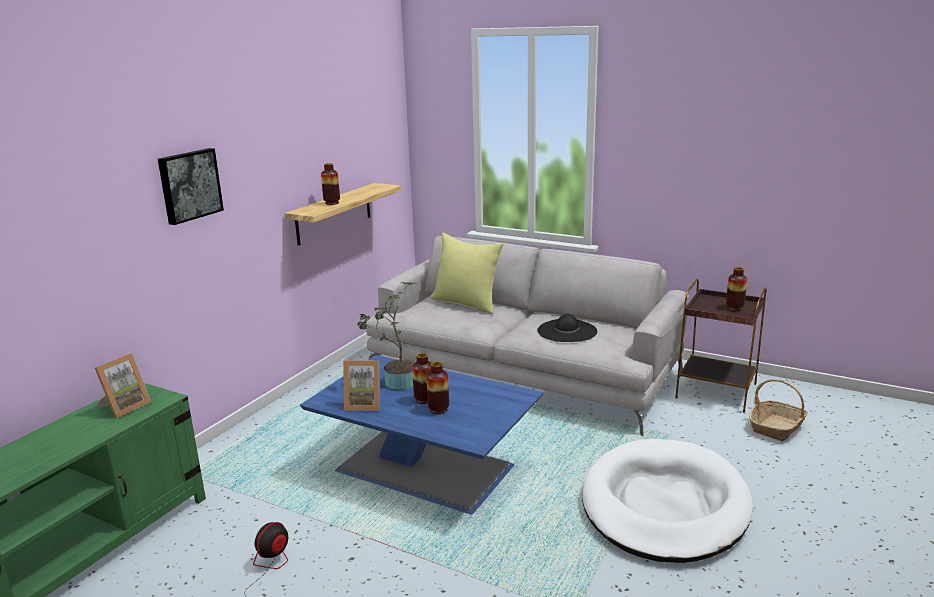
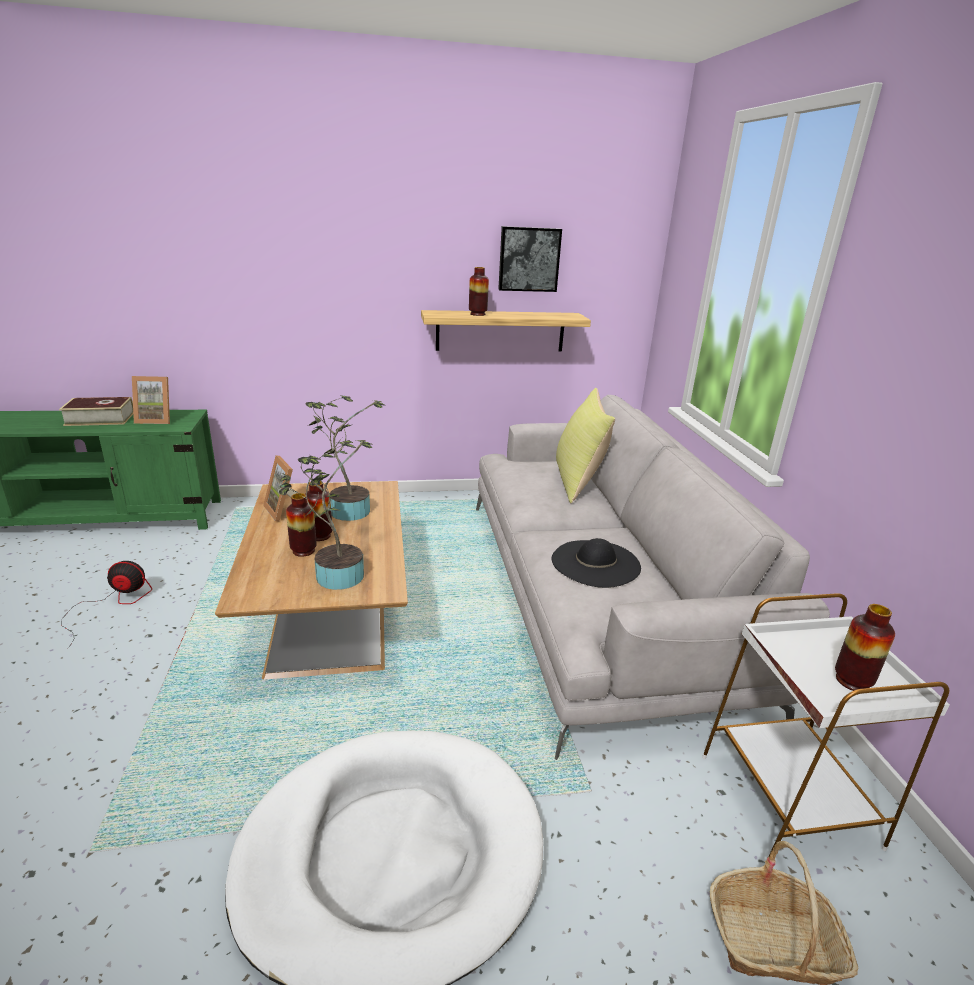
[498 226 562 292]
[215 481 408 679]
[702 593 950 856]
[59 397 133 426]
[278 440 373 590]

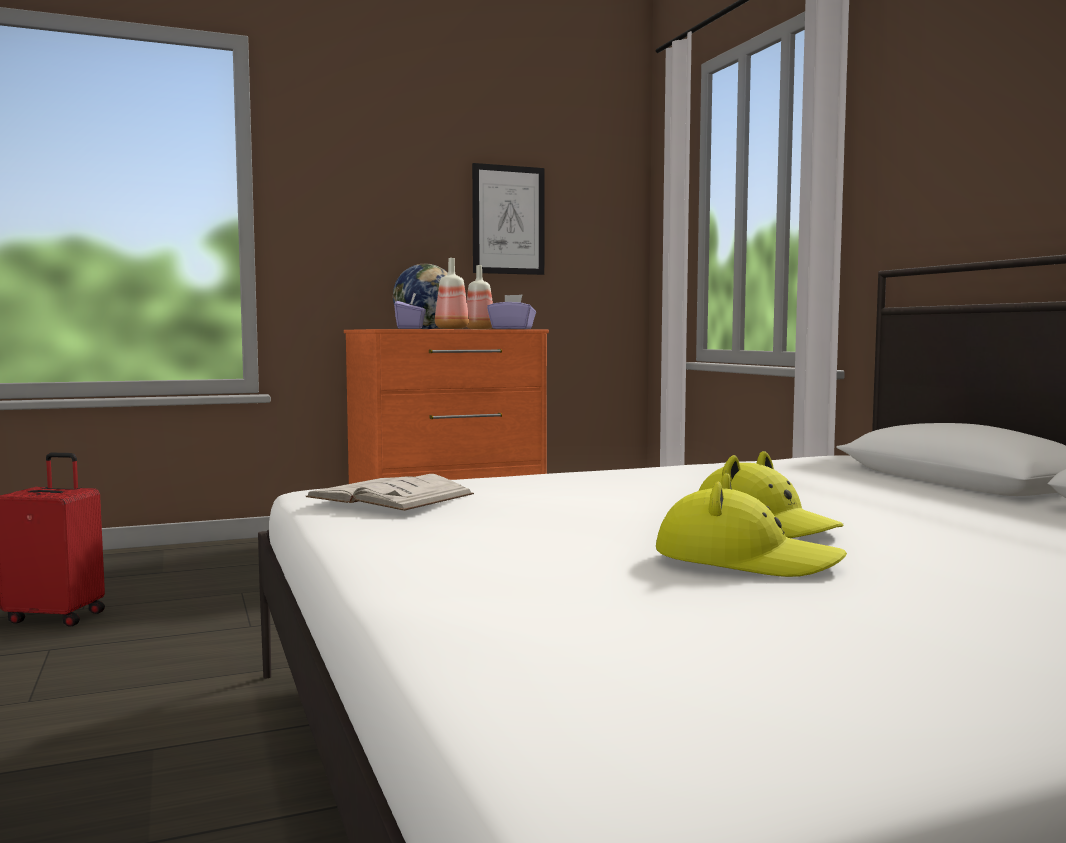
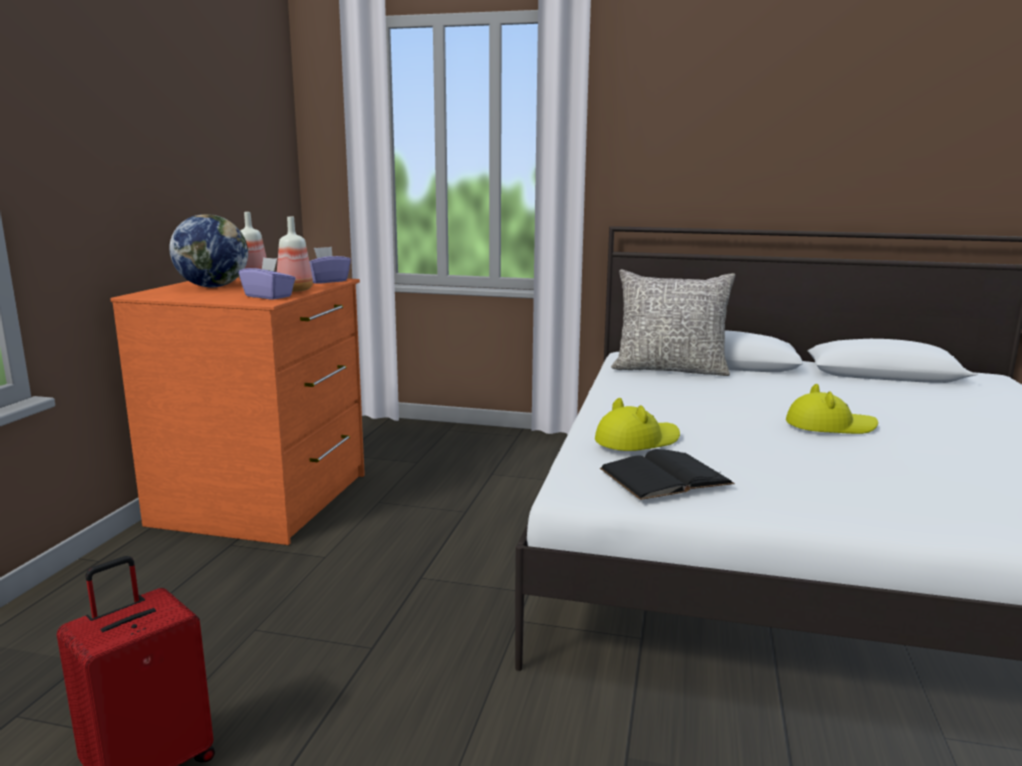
[600 449 735 500]
[472 163 545 275] (first image)
[595 398 680 451]
[611 269 736 376]

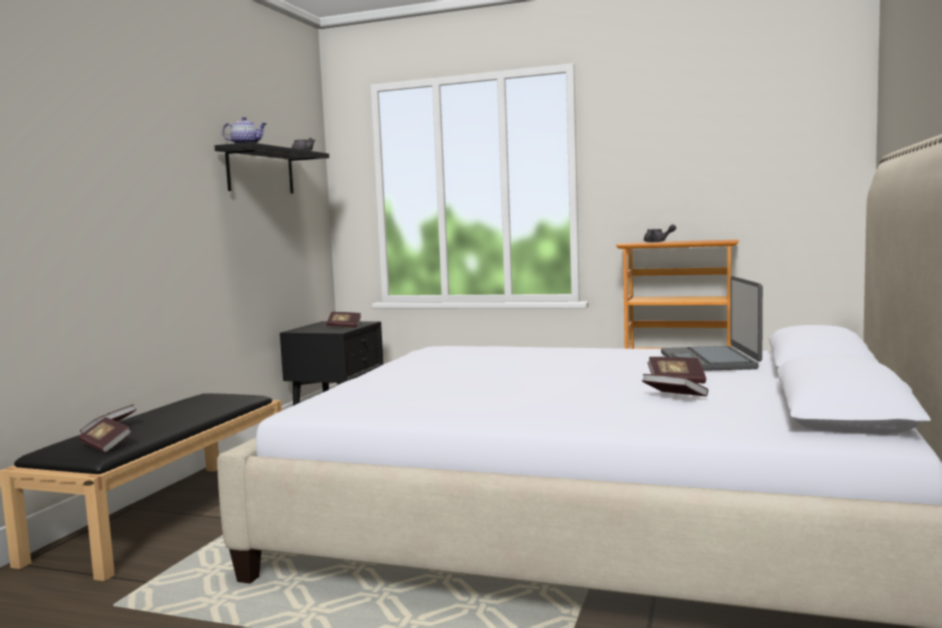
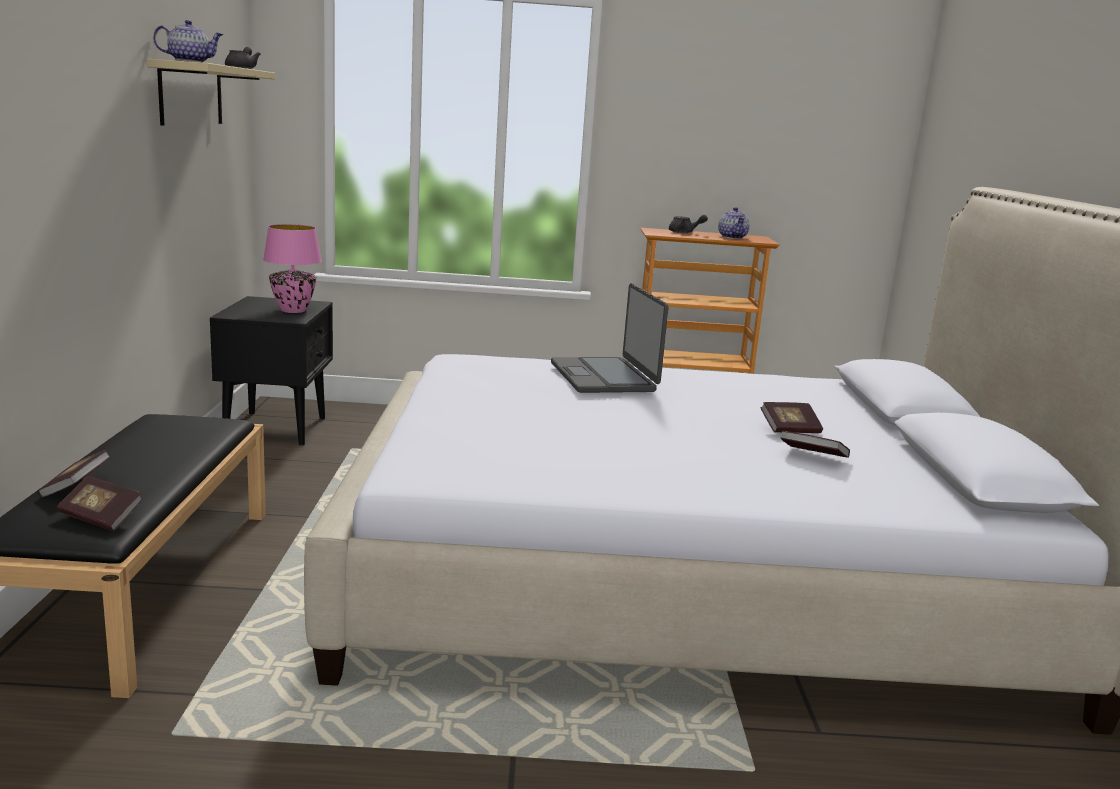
[147 59 275 125]
[263 224 322 313]
[551 283 669 393]
[718 207 750 239]

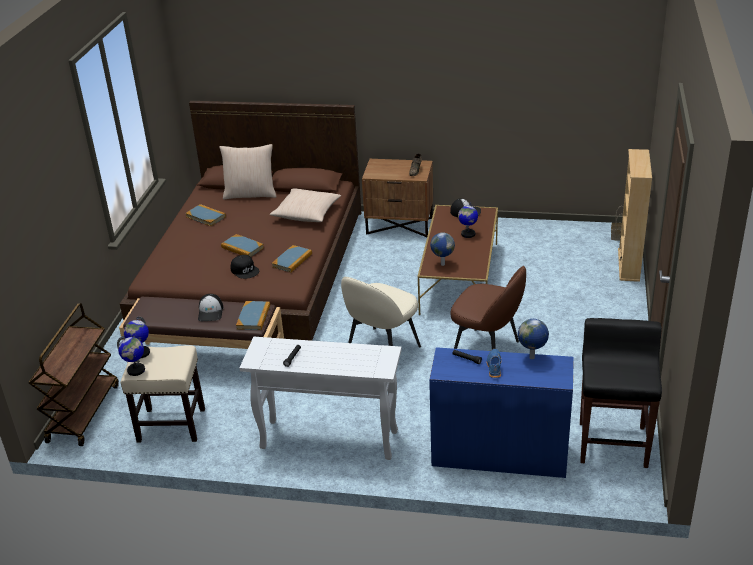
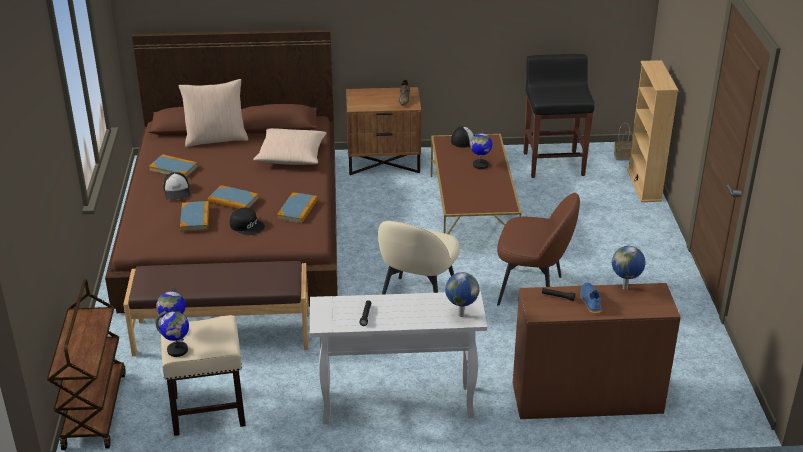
[163 172 190 200]
[180 201 209 231]
[513 283 681 419]
[445 272 479 317]
[523 54 595 178]

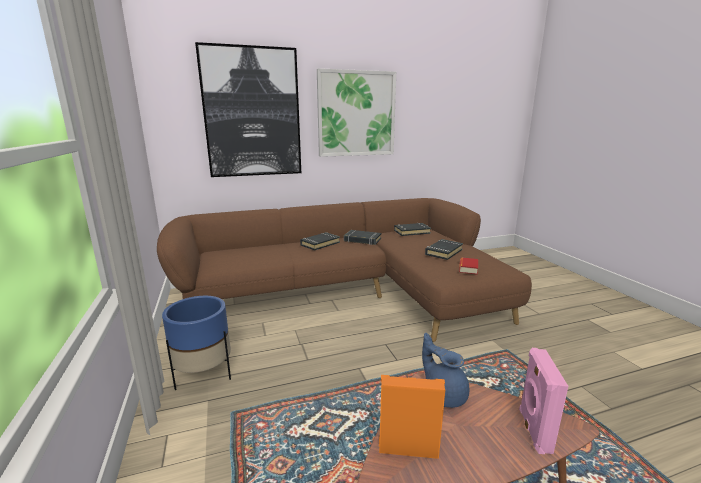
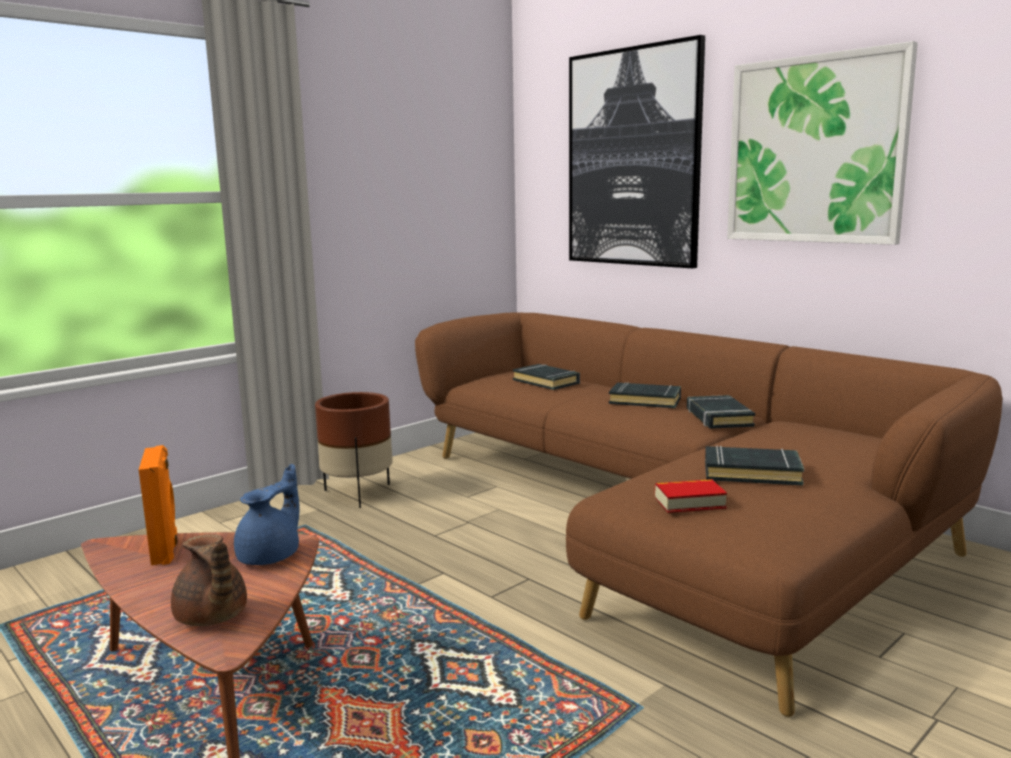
[315 392 393 508]
[513 364 580 390]
[171 534 247 626]

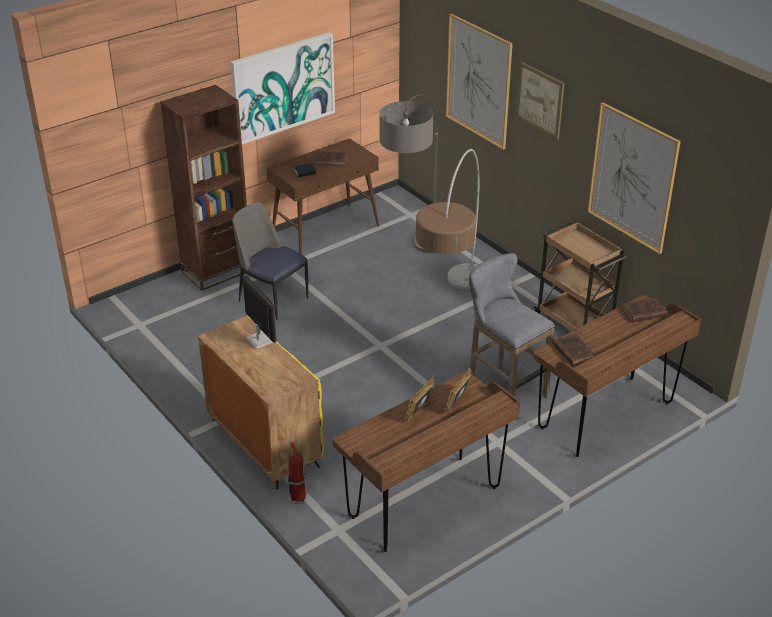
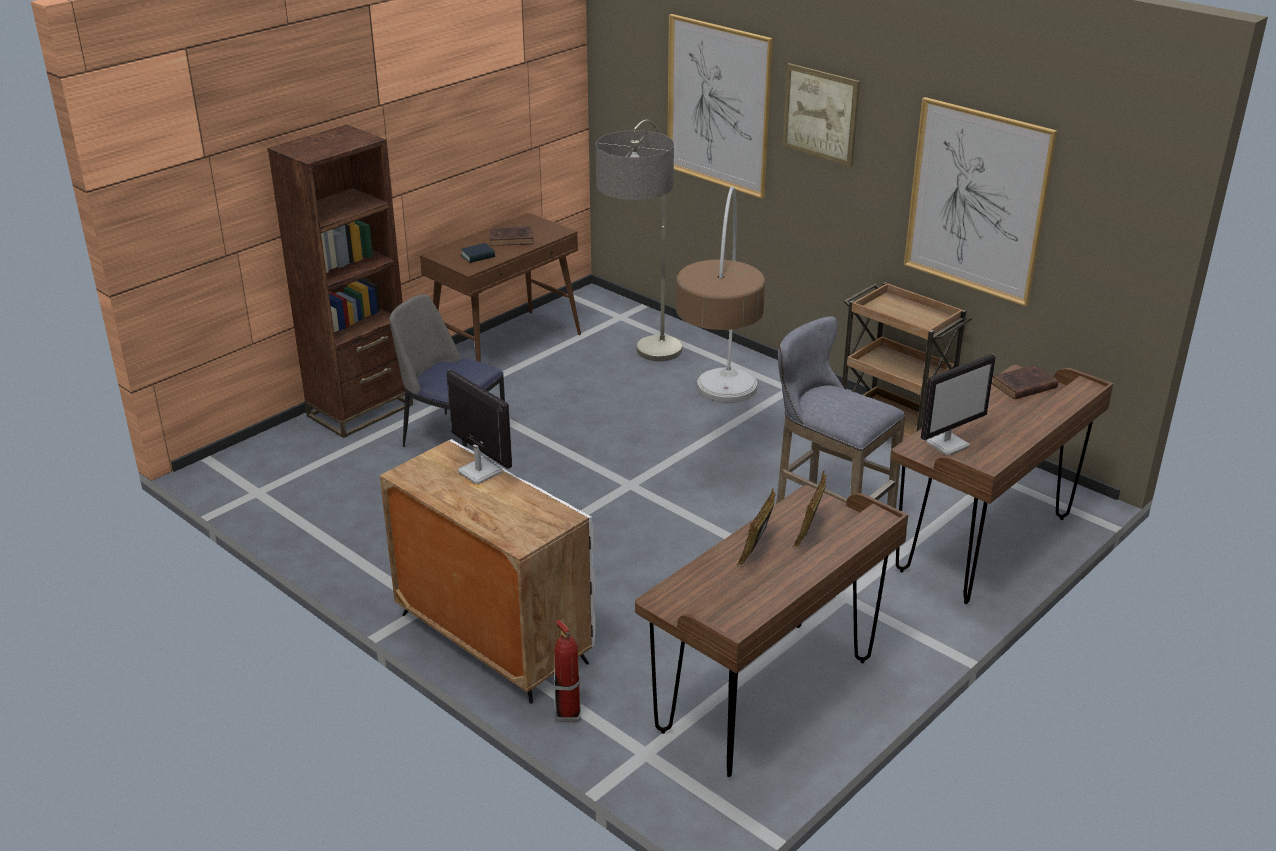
[380 439 595 704]
[230 32 335 144] (first image)
[921 354 996 455]

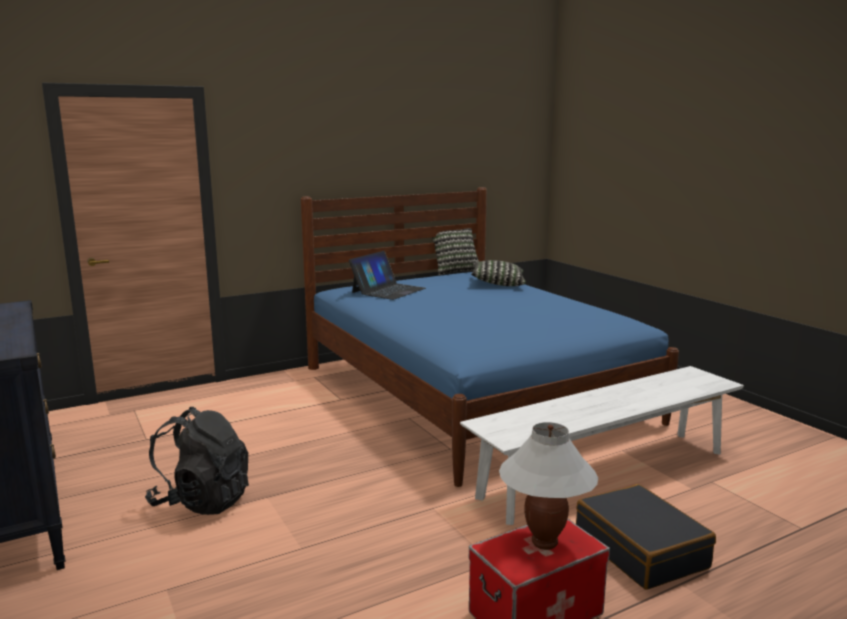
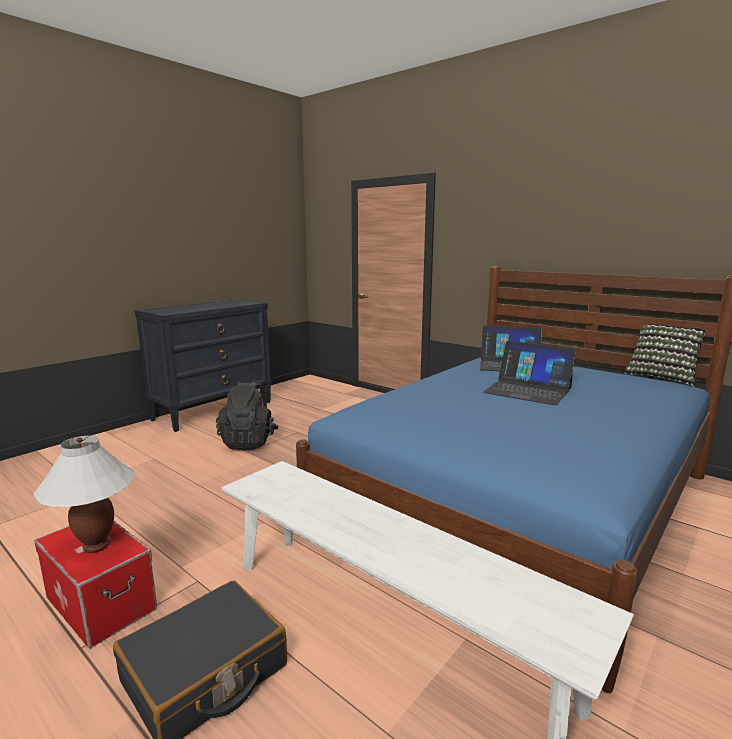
[471 260 526 286] (first image)
[483 341 576 405]

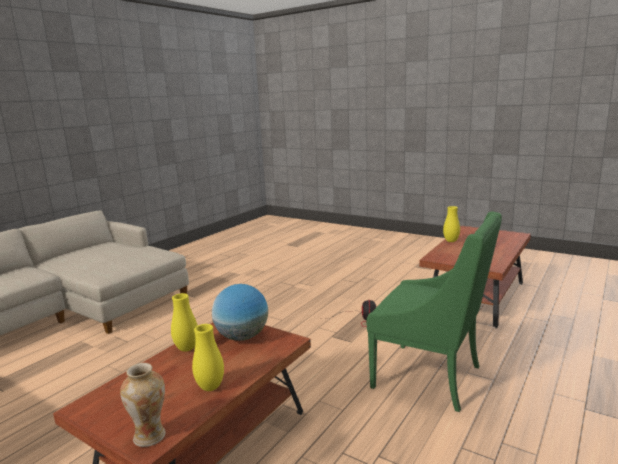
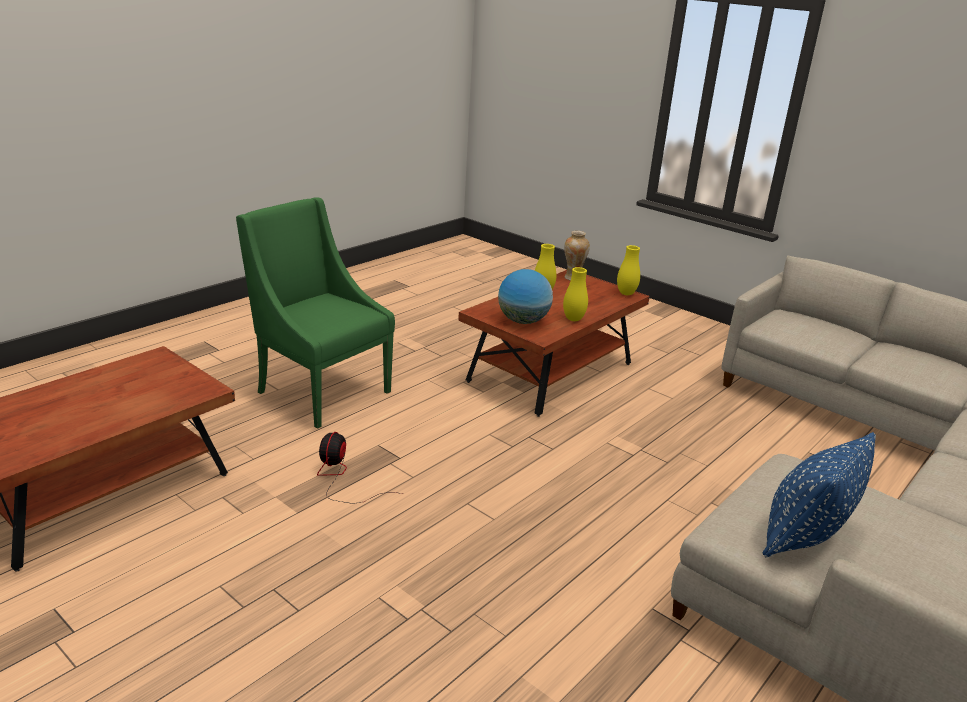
[617 245 640 295]
[763 432 876 558]

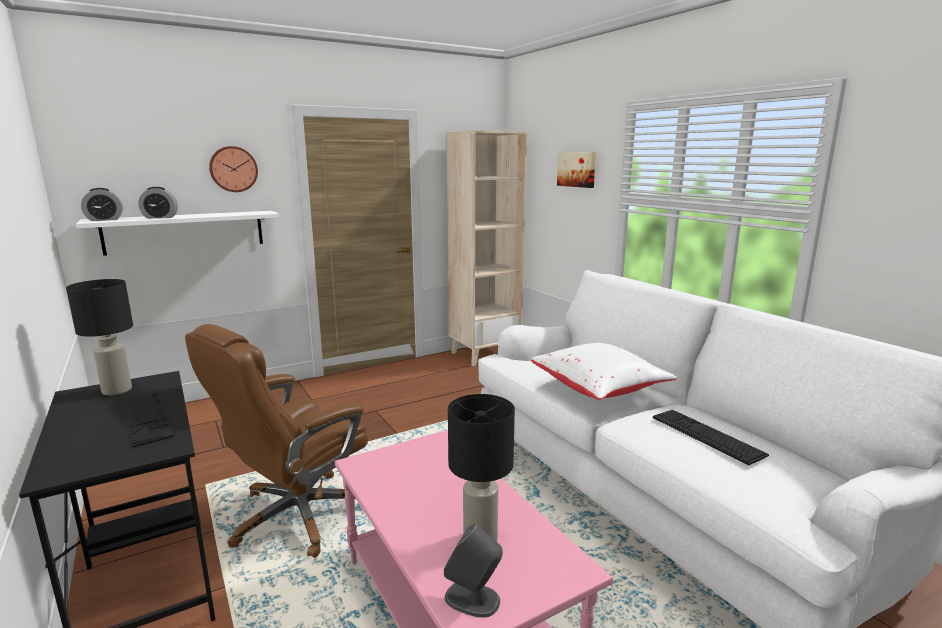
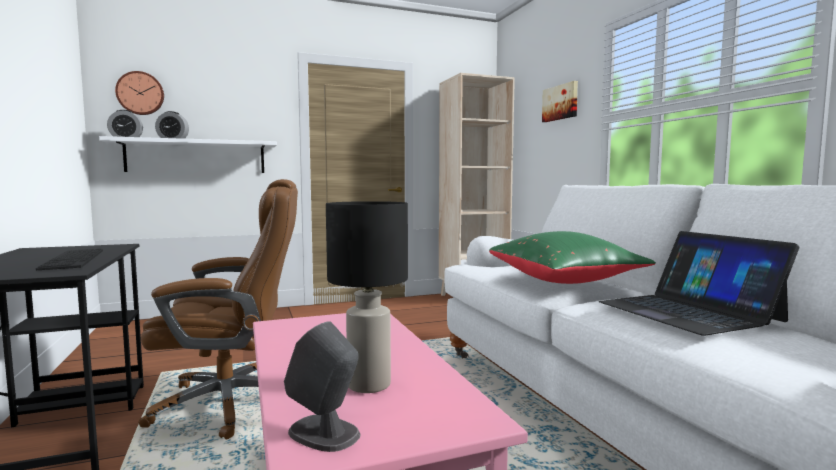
[66 279 133 395] (first image)
[139 179 298 439]
[115 71 164 115]
[489 231 656 284]
[599 231 800 336]

